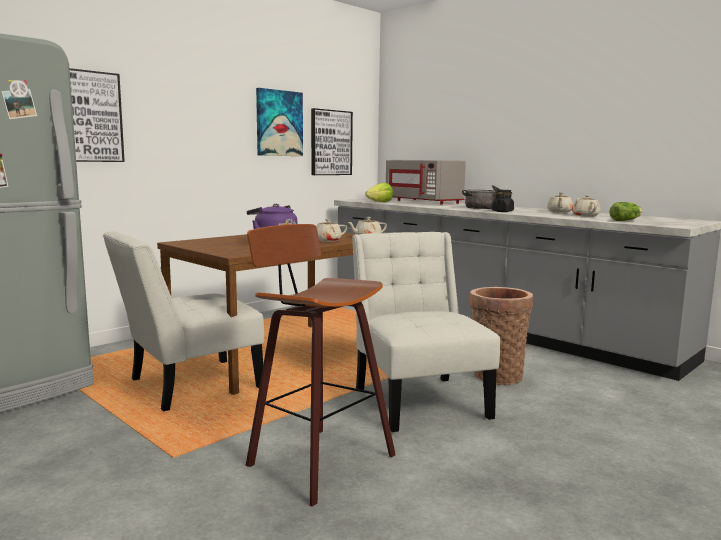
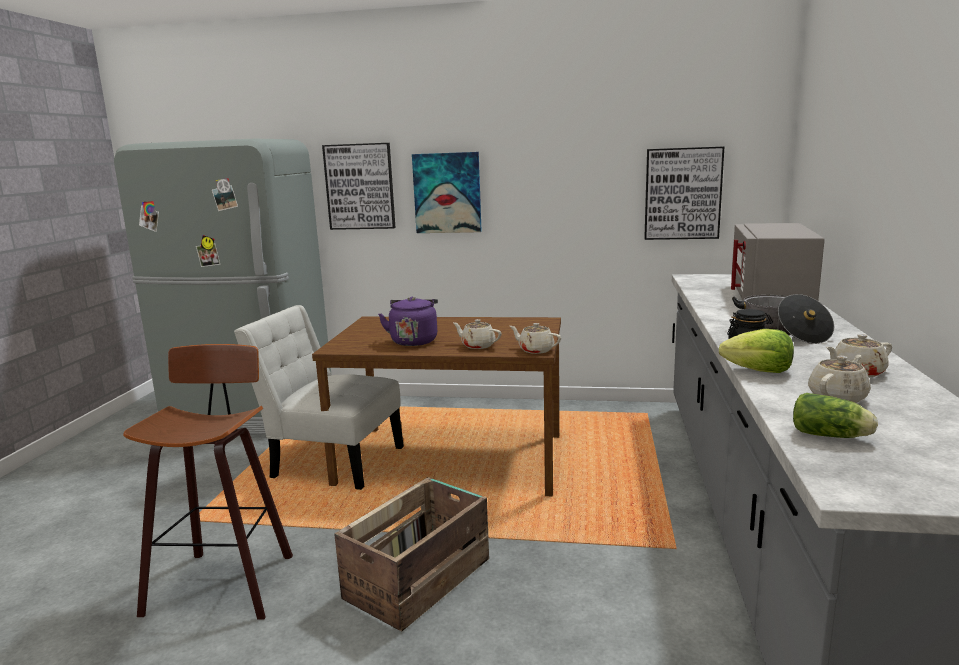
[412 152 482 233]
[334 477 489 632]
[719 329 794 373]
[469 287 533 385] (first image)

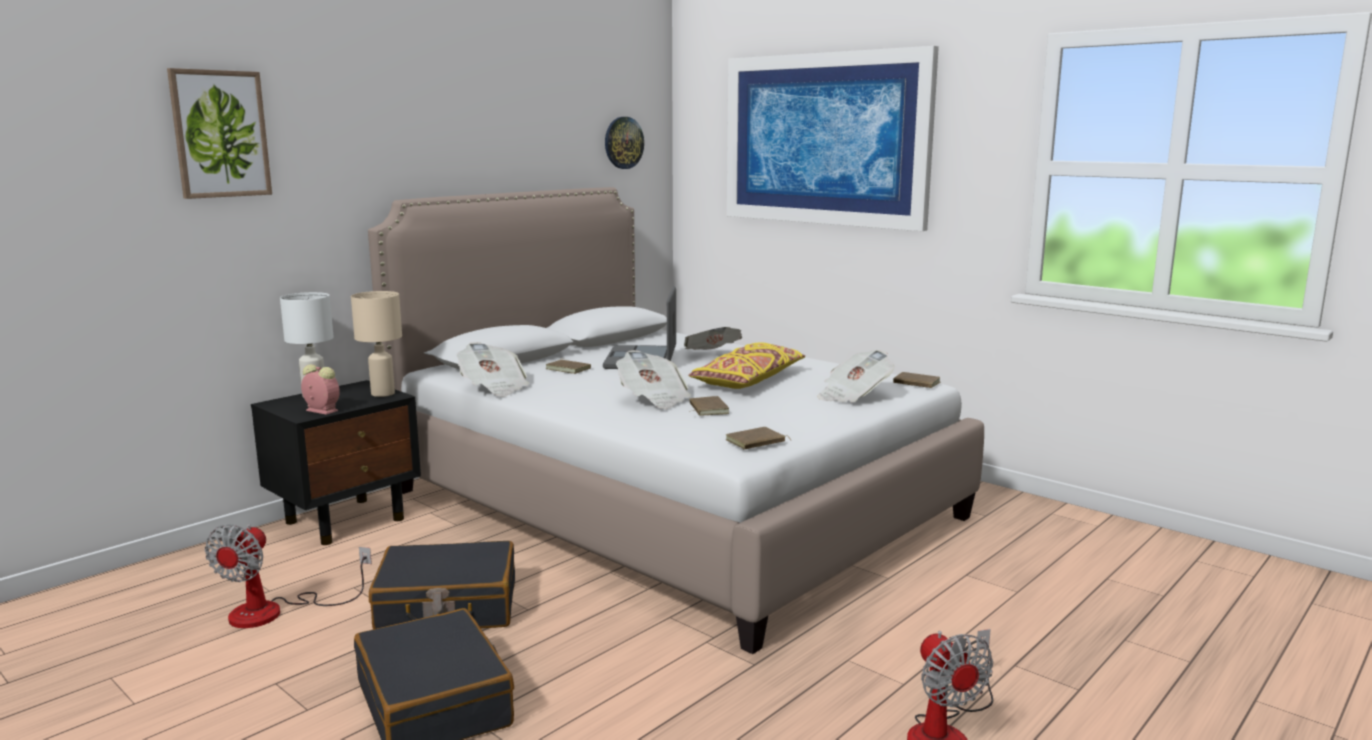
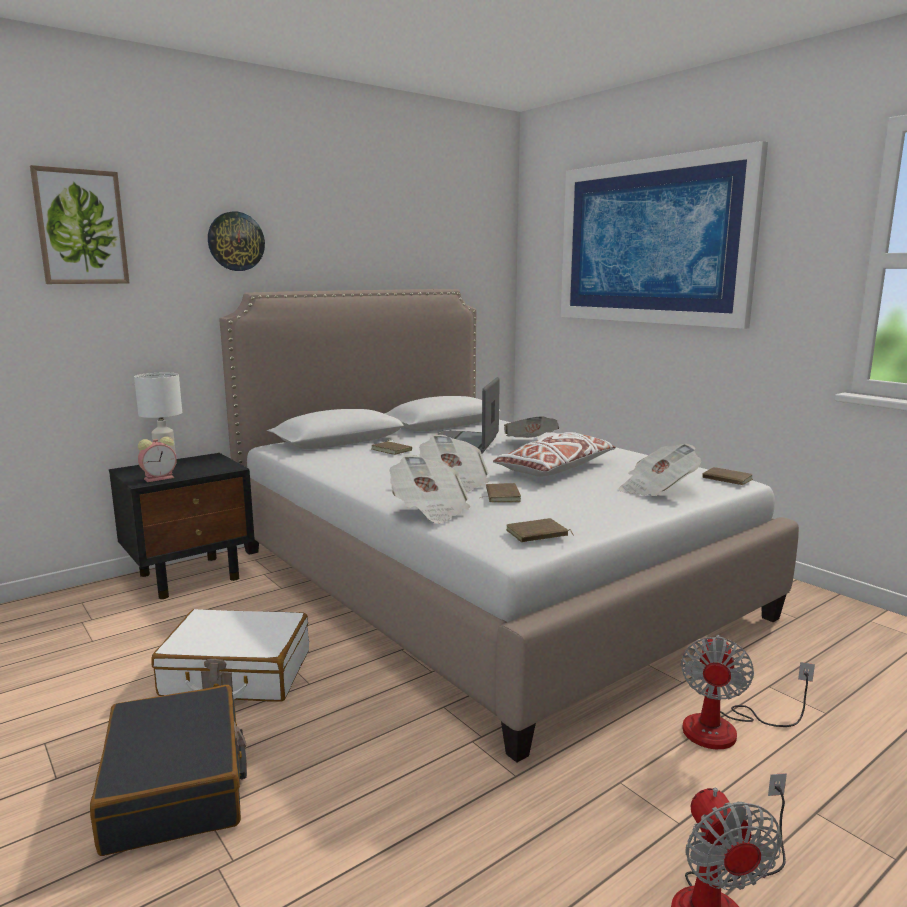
[681 635 815 749]
[138 436 177 482]
[351 291 402 397] (first image)
[152 609 309 702]
[389 455 470 523]
[208 211 265 271]
[493 432 616 477]

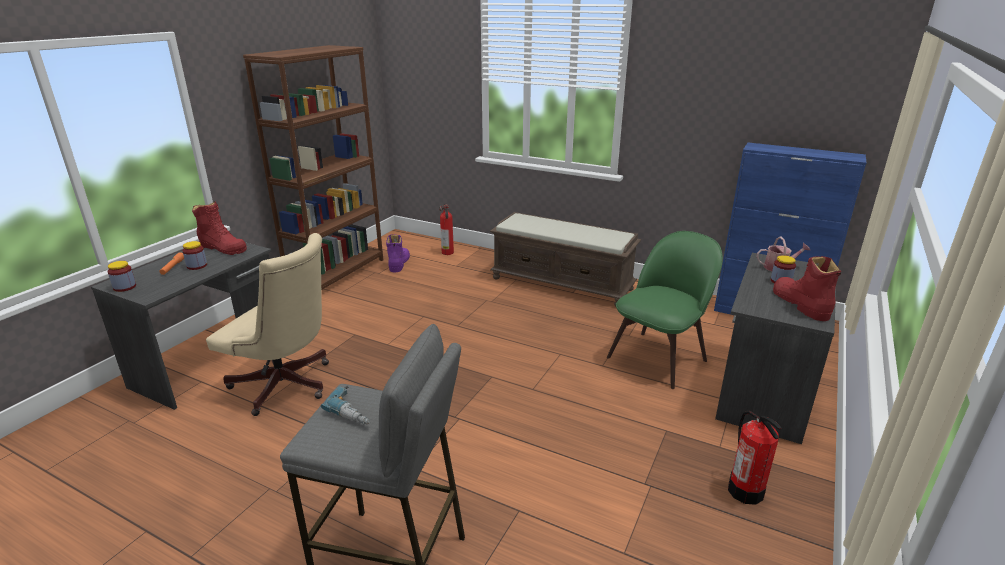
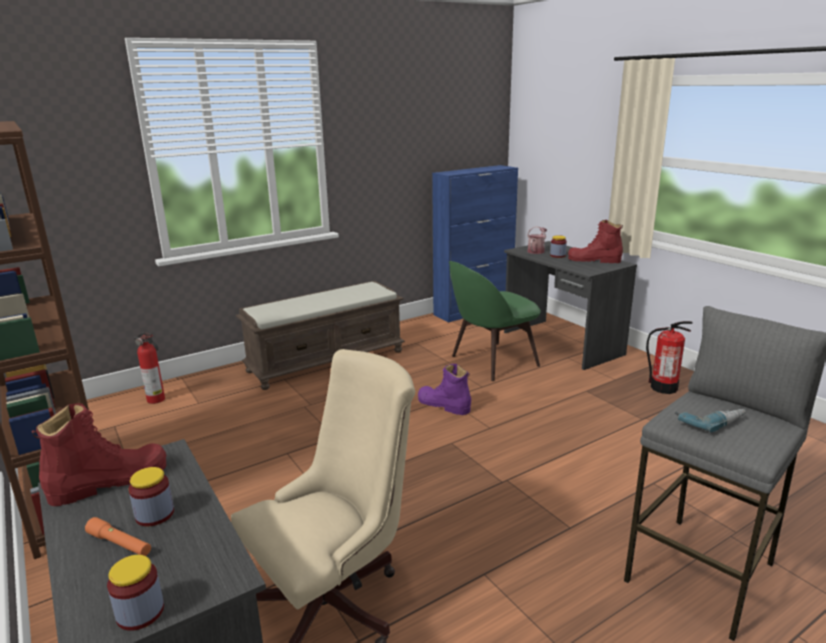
[418 364 471 415]
[449 261 541 381]

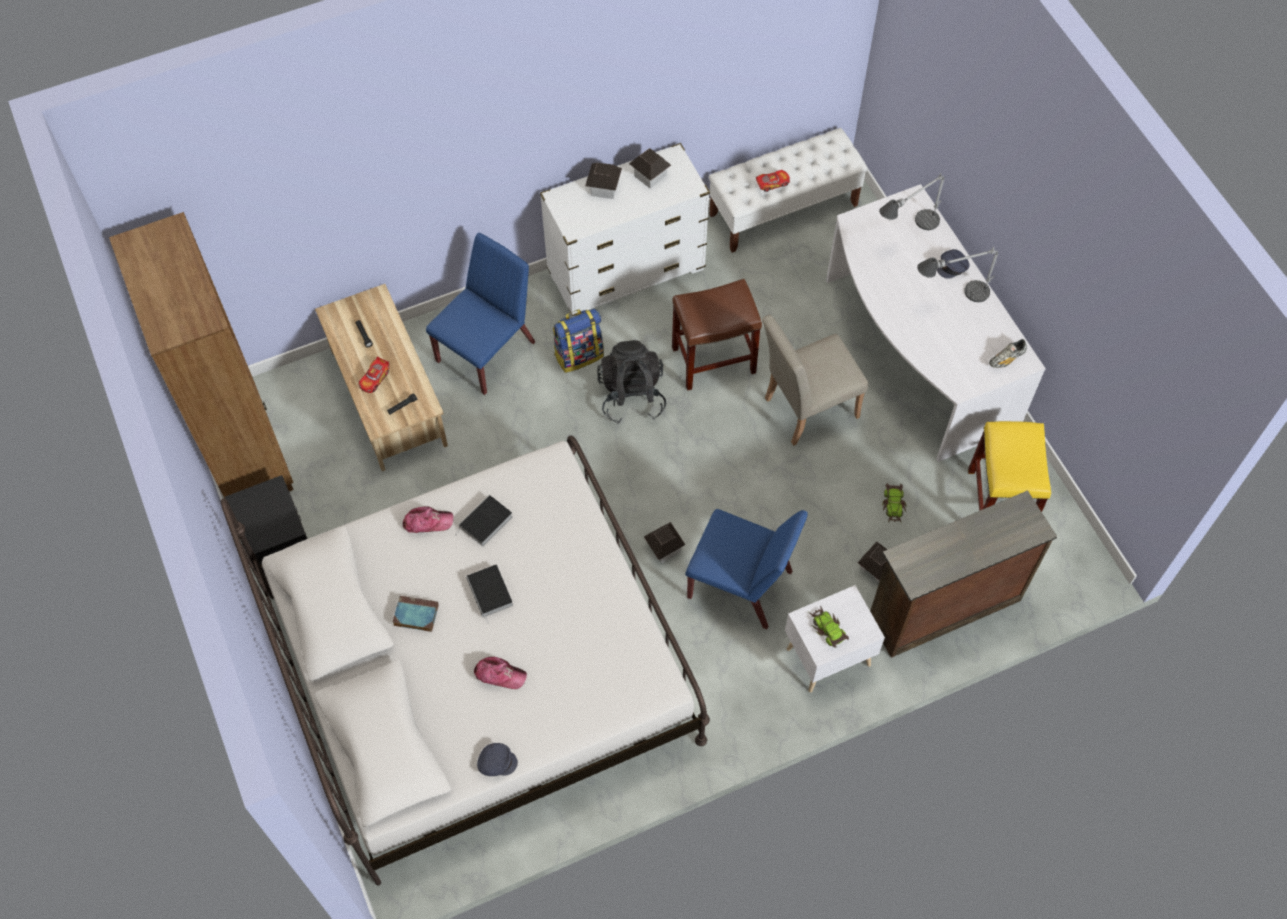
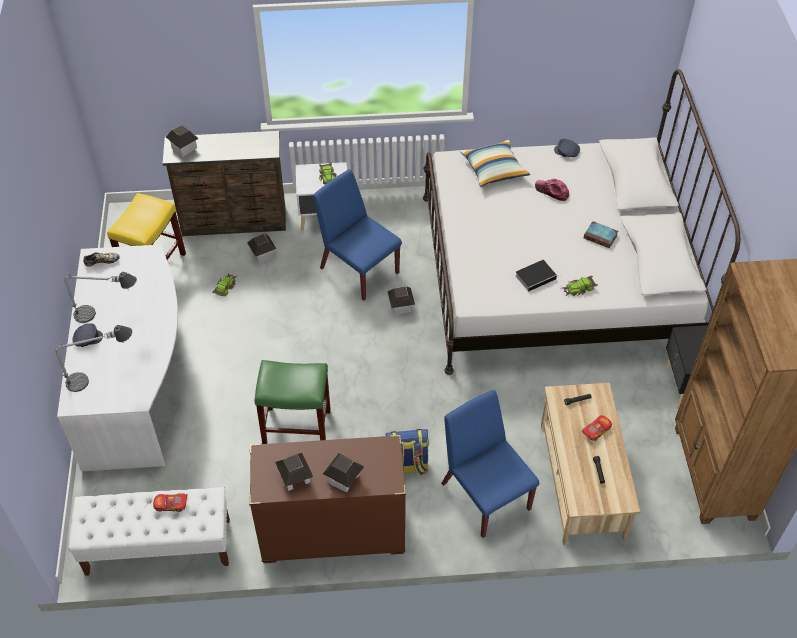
[563 276 598 296]
[441 390 539 538]
[466 565 513 624] (first image)
[249 435 406 563]
[597 340 666 424] (first image)
[255 360 331 444]
[762 314 869 446] (first image)
[166 125 199 157]
[461 140 530 187]

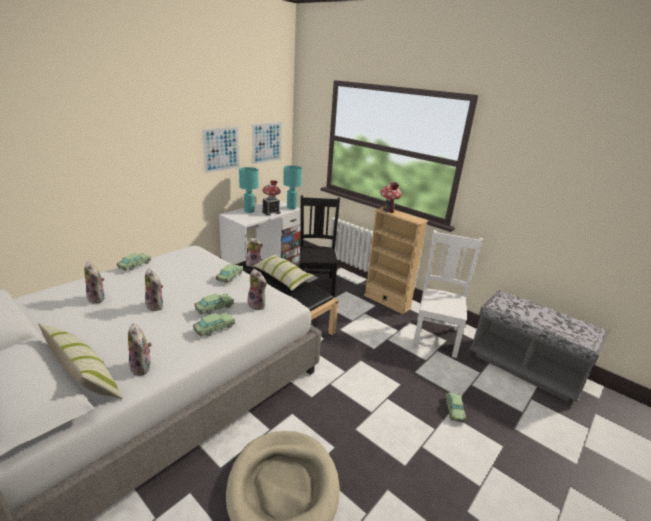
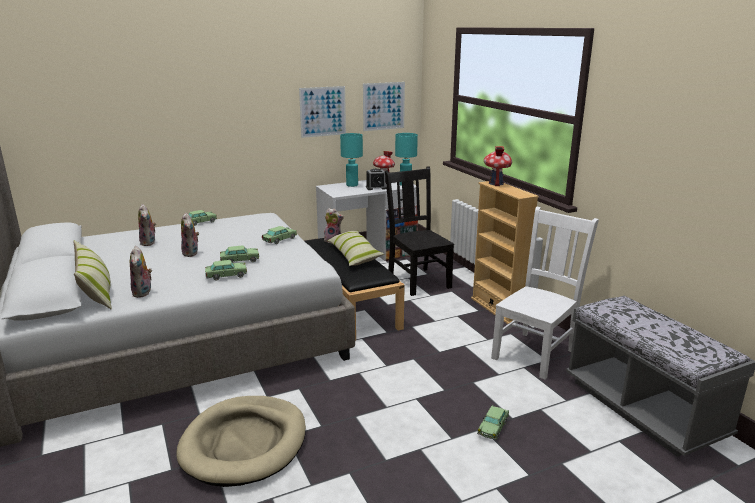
[247 269 267 310] (first image)
[385 166 454 296]

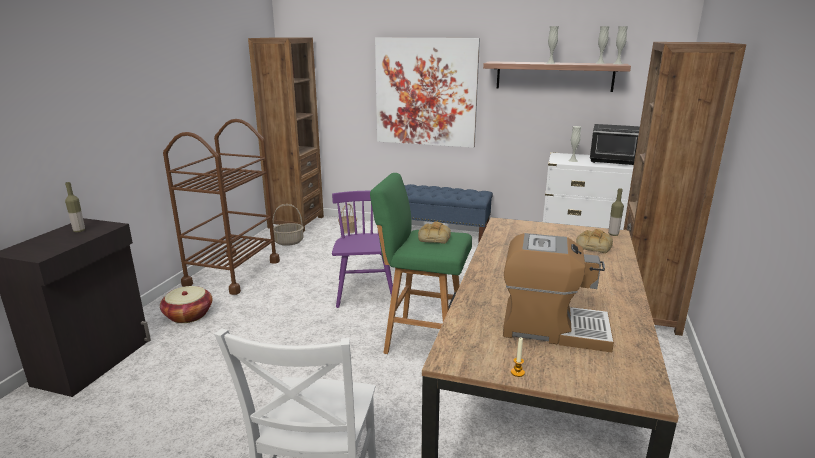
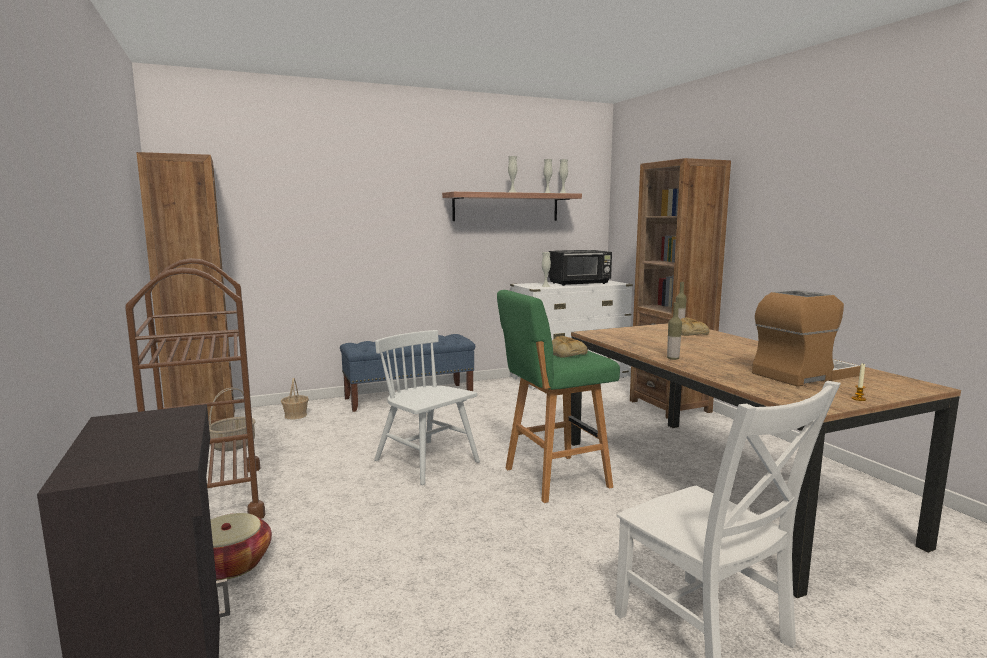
[667 302 682 360]
[374 330 480 485]
[375 37 480 148] (first image)

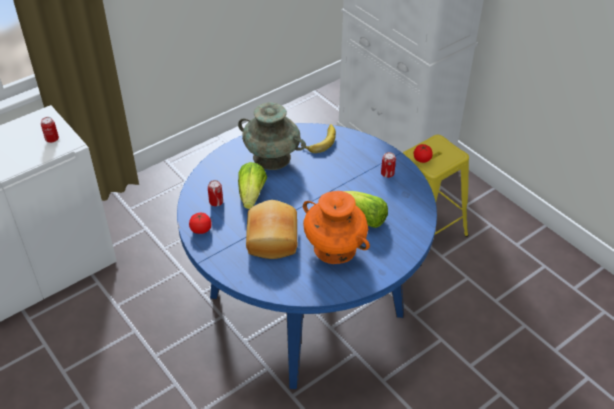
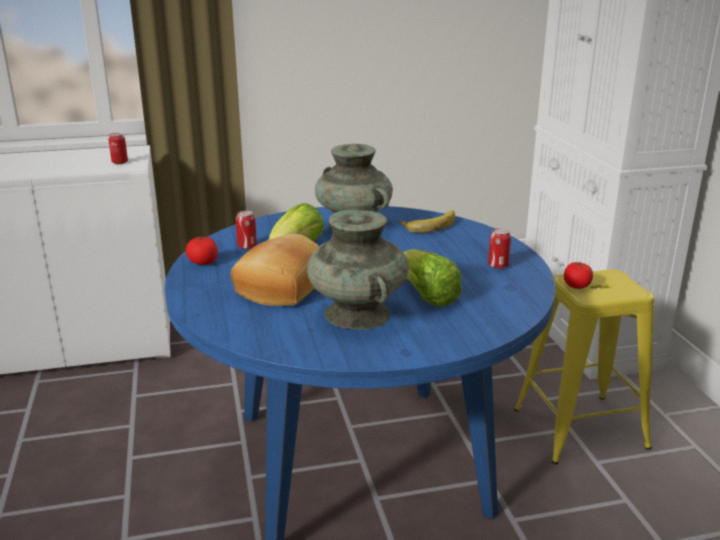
[307 210 409 330]

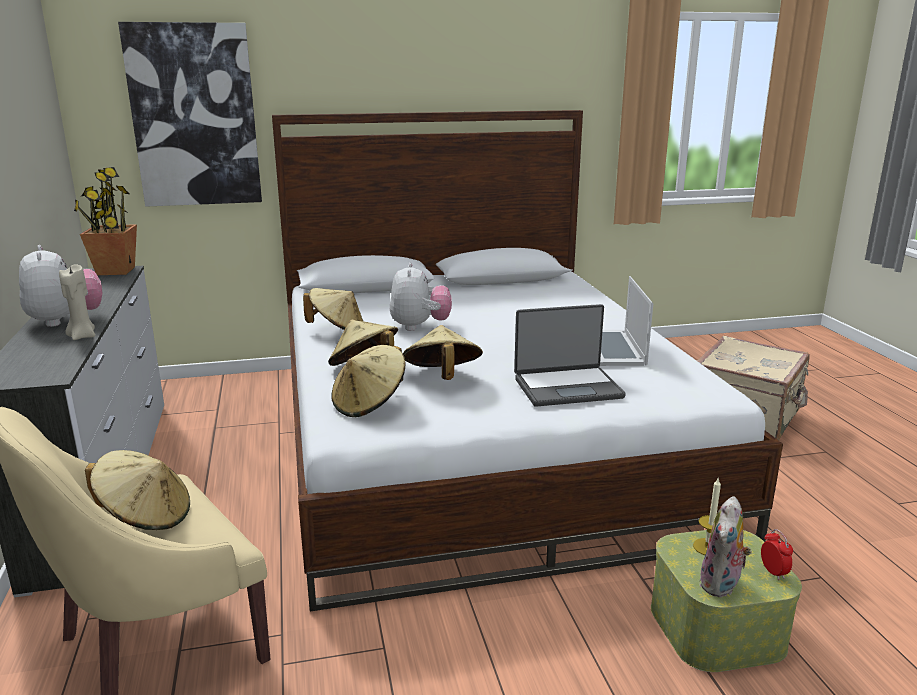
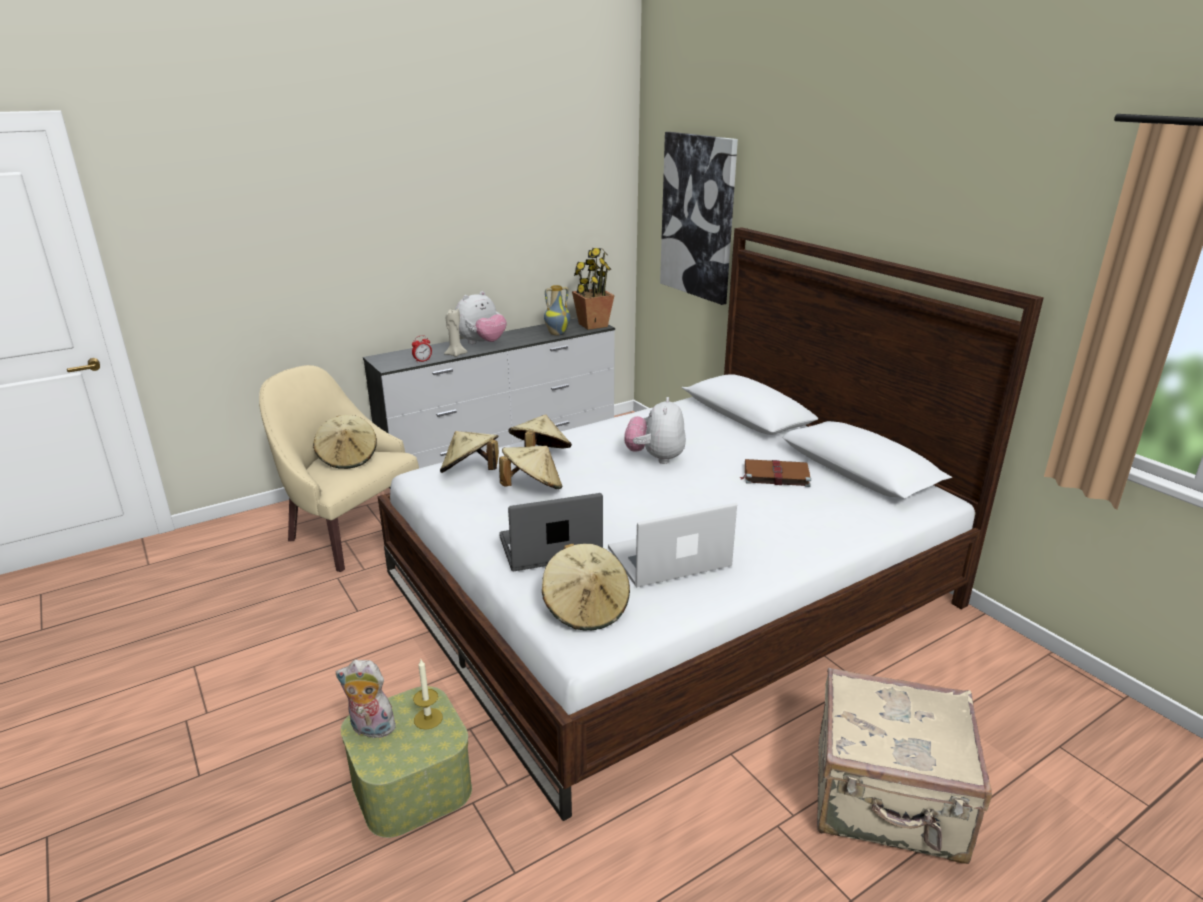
[542 544 630 631]
[624 397 686 464]
[499 493 603 571]
[412 335 432 363]
[544 285 570 336]
[740 459 811 487]

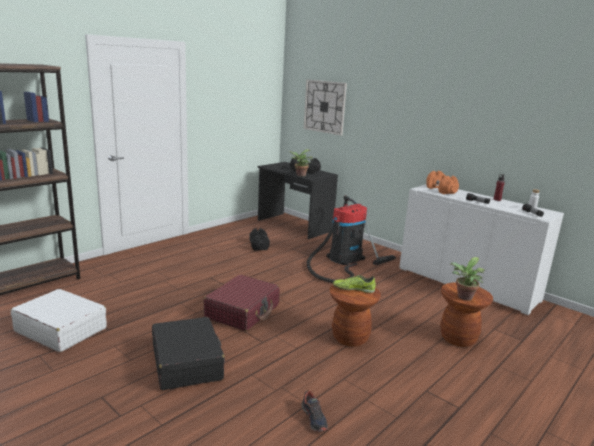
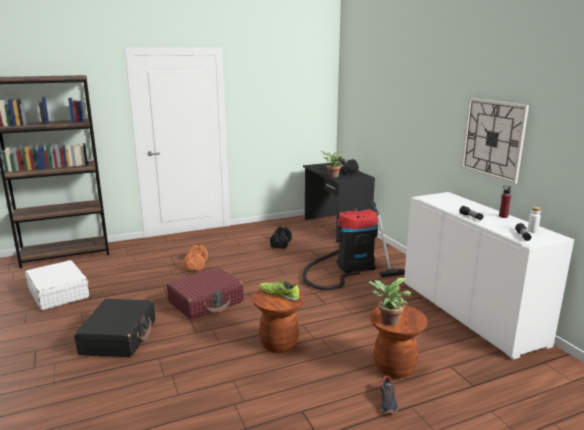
[380 375 398 414]
[461 98 529 184]
[184 245 208 270]

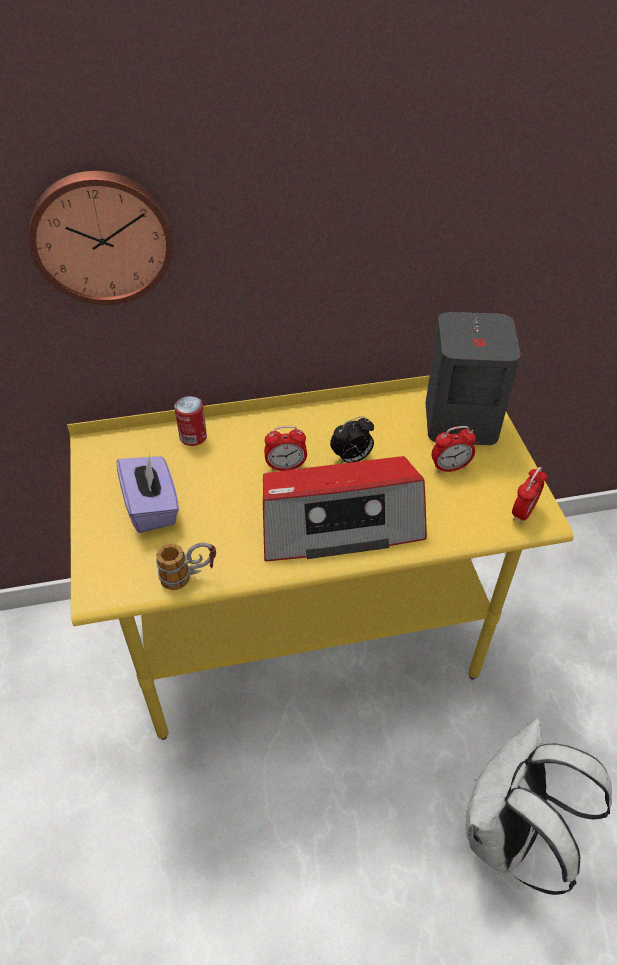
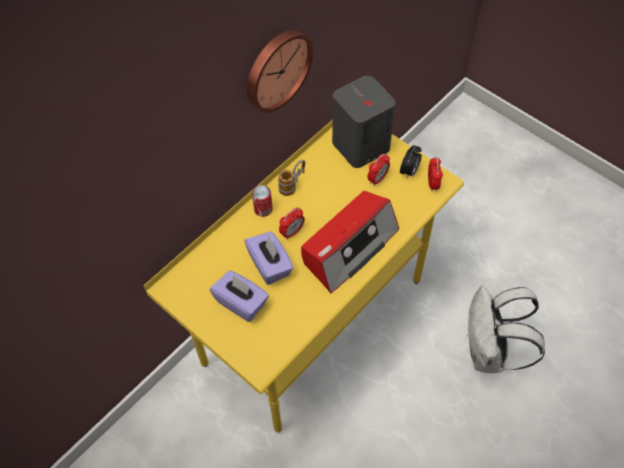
[246 30 313 113]
[278 160 305 196]
[252 185 273 217]
[400 145 422 178]
[244 232 294 285]

